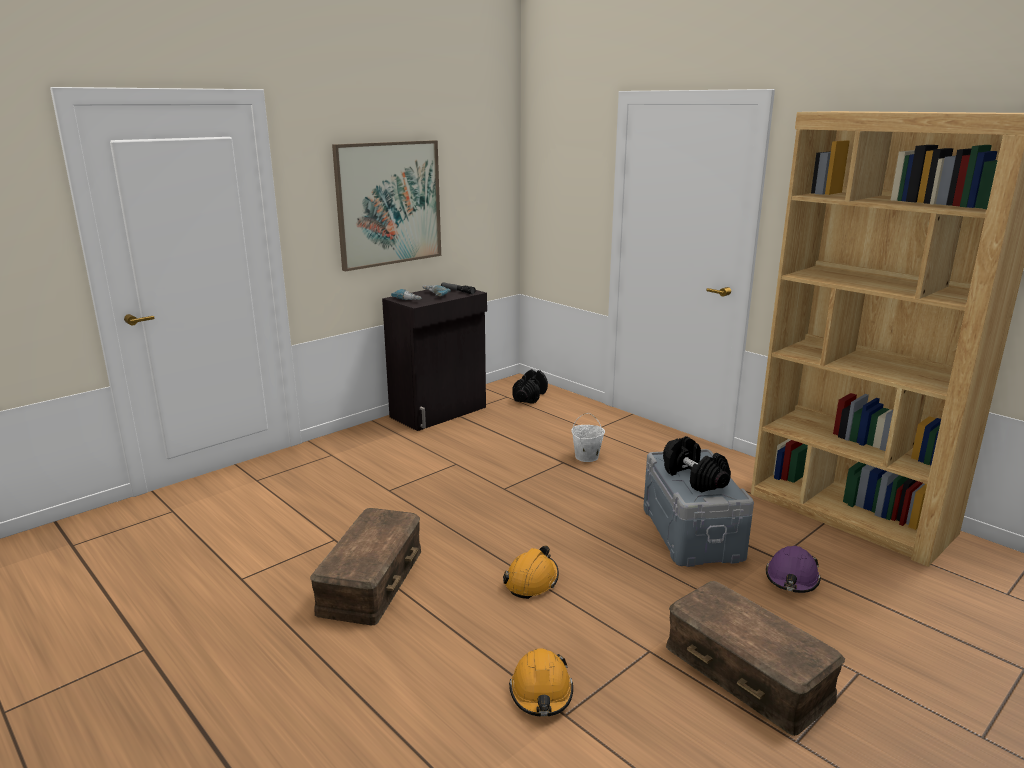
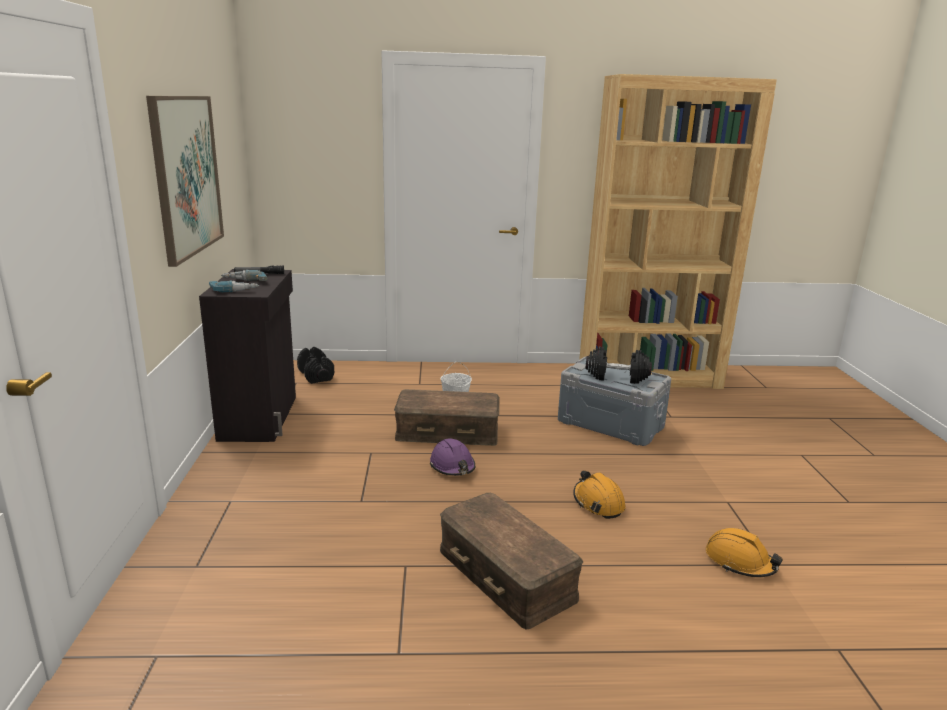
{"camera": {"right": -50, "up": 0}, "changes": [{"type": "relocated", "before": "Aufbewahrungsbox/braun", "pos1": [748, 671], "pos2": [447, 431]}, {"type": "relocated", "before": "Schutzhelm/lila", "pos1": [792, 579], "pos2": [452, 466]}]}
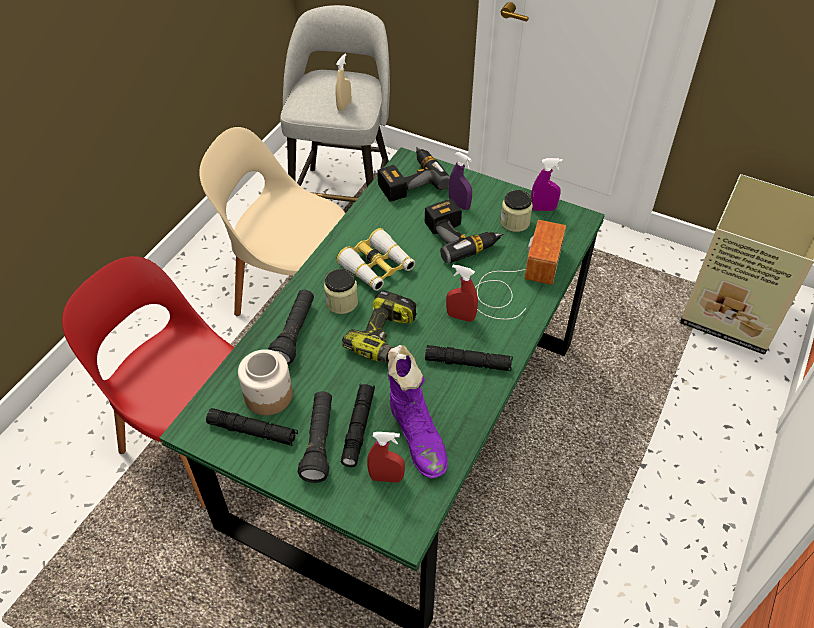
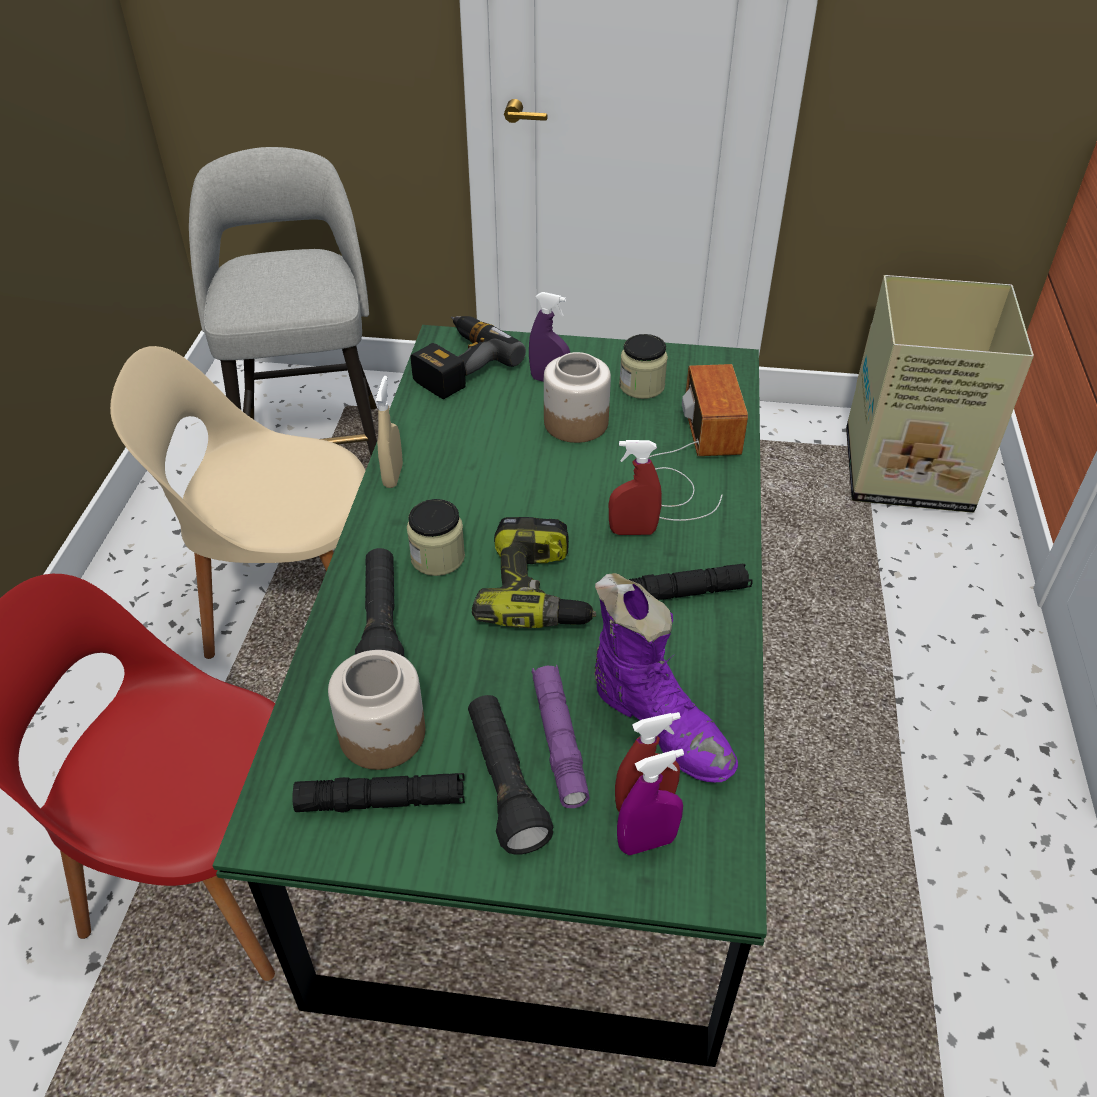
{"camera": {"right": -20, "up": -5}, "changes": [{"type": "relocated", "before": "Sprühflasche/beige", "pos1": [344, 106], "pos2": [393, 476]}, {"type": "missing", "before": "Fernglas", "pos1": [377, 267]}, {"type": "colour", "before": "Taschenlampe/schwarz", "after": "Taschenlampe/lila", "pos1": [358, 427], "pos2": [559, 740]}, {"type": "exchanged", "before": "Bohrmaschine", "after": "Vorratsglas", "pos1": [461, 237], "pos2": [575, 423]}, {"type": "relocated", "before": "Sprühflasche/lila", "pos1": [543, 209], "pos2": [647, 842]}]}
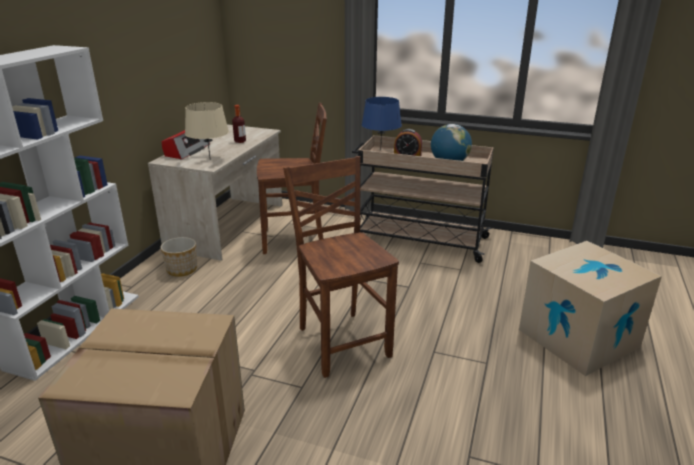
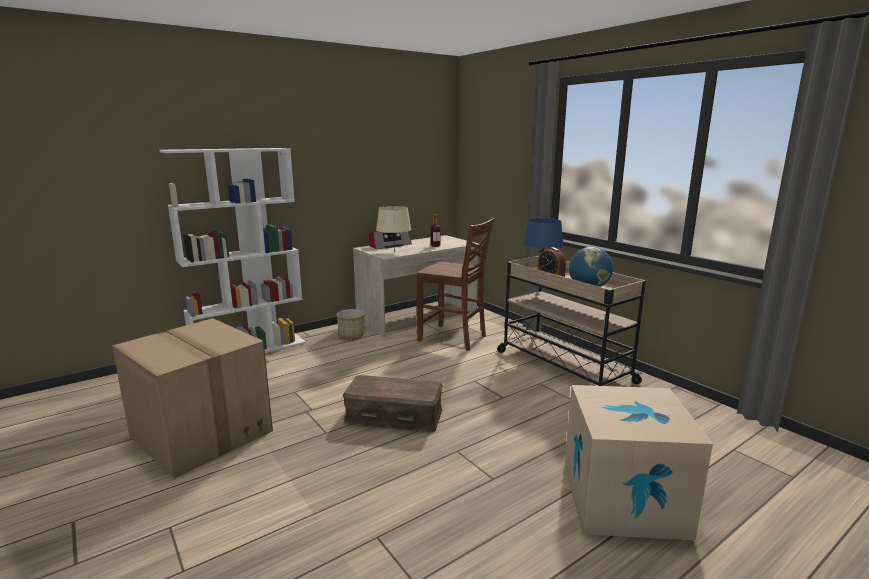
{"camera": {"right": 35, "up": -10}, "changes": [{"type": "exchanged", "before": "Stuhl/braun", "after": "Aufbewahrungsbox/braun", "pos1": [342, 341], "pos2": [394, 415]}]}
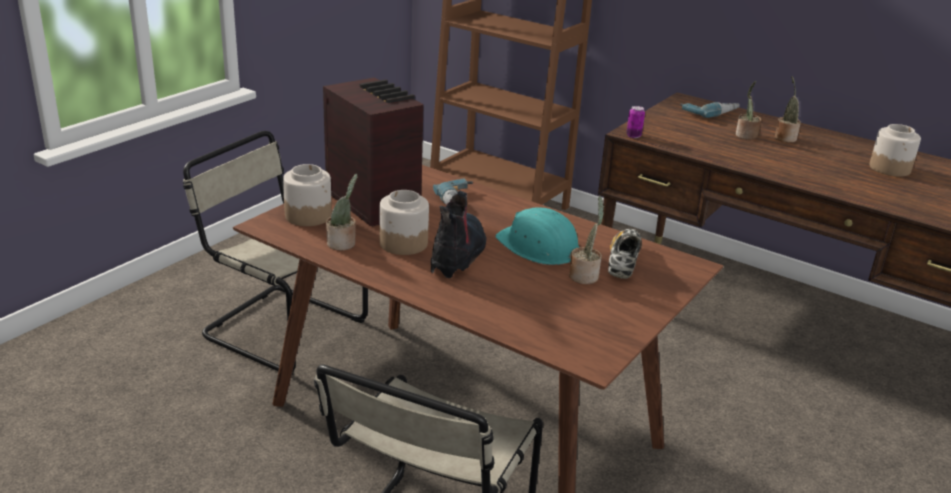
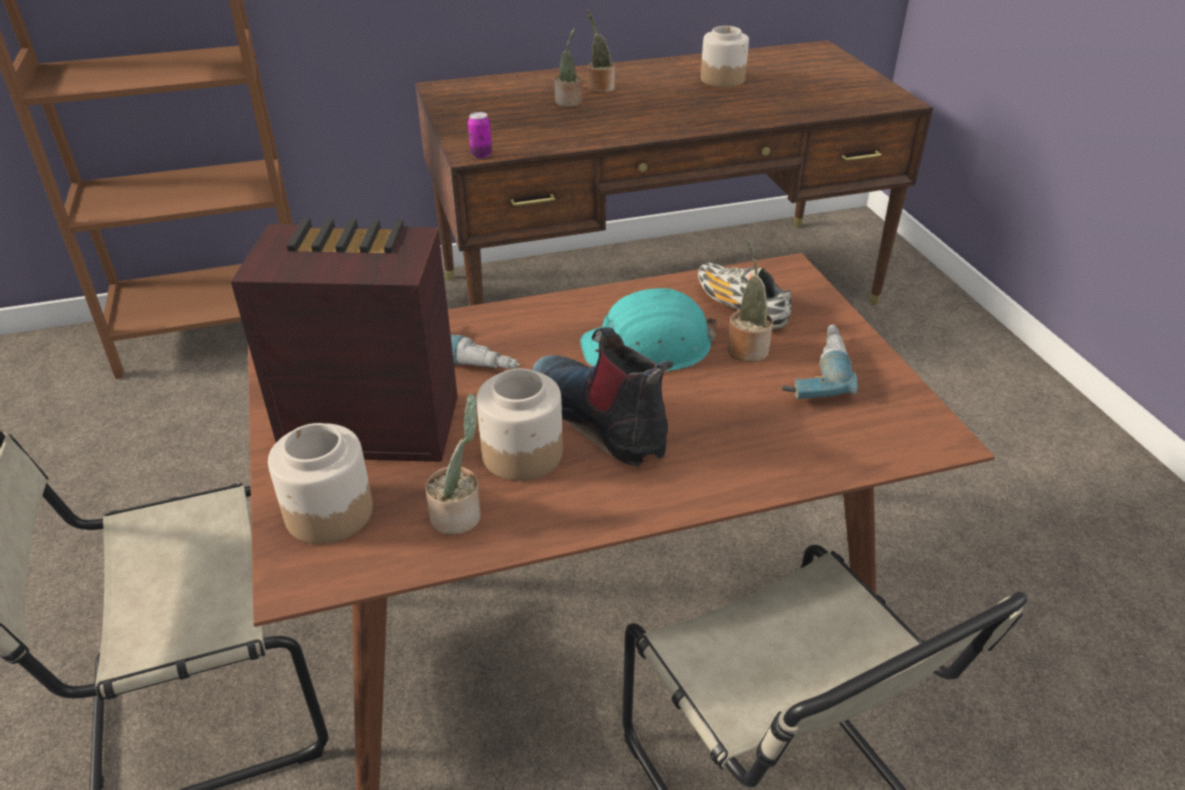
{"camera": {"right": -50, "up": 10}, "changes": [{"type": "relocated", "before": "Bohrmaschine", "pos1": [709, 112], "pos2": [812, 371]}]}
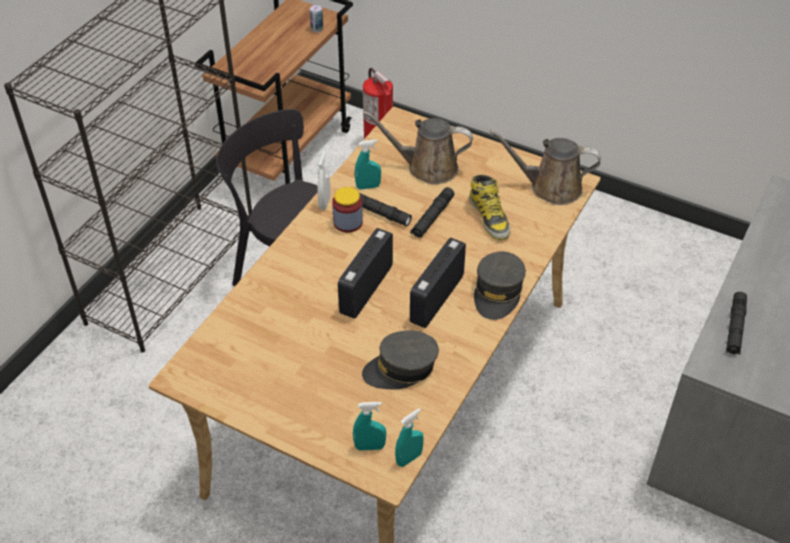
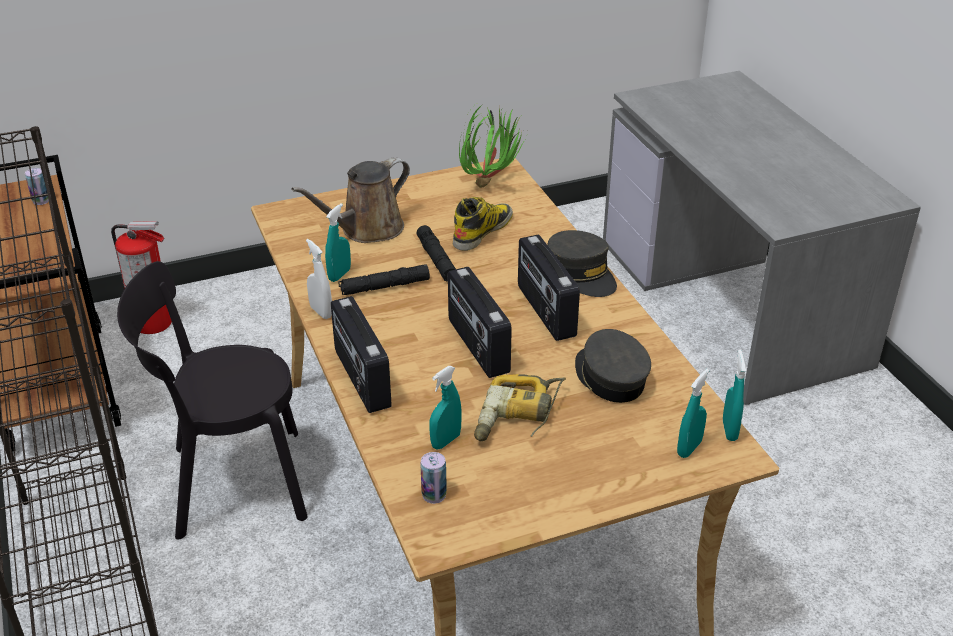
{"camera": {"right": -50, "up": -10}, "changes": [{"type": "missing", "before": "Vorratsglas", "pos1": [348, 222]}, {"type": "spun", "before": "Kappe/grau", "pos1": [401, 368], "pos2": [609, 377], "turn": 135}, {"type": "spun", "before": "Stiefel", "pos1": [489, 217], "pos2": [482, 231], "turn": -75}, {"type": "exchanged", "before": "Gießkanne/braun", "after": "Topfpflanze", "pos1": [550, 187], "pos2": [491, 183]}, {"type": "missing", "before": "Taschenlampe/schwarz", "pos1": [735, 328]}, {"type": "appeared", "after": "Radio", "pos2": [361, 379]}, {"type": "appeared", "after": "Dose", "pos2": [434, 495]}, {"type": "appeared", "after": "Sprühflasche/türkis", "pos2": [445, 441]}, {"type": "appeared", "after": "Bohrmaschine", "pos2": [518, 417]}]}
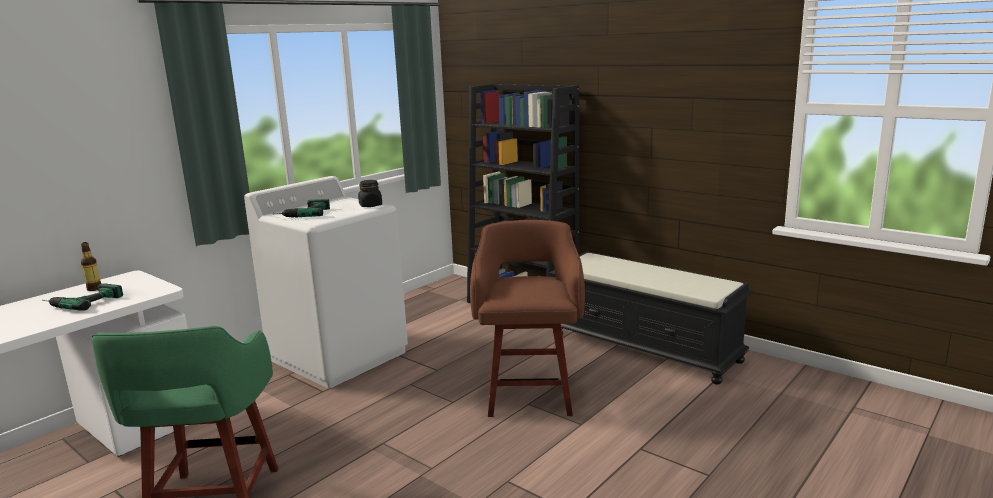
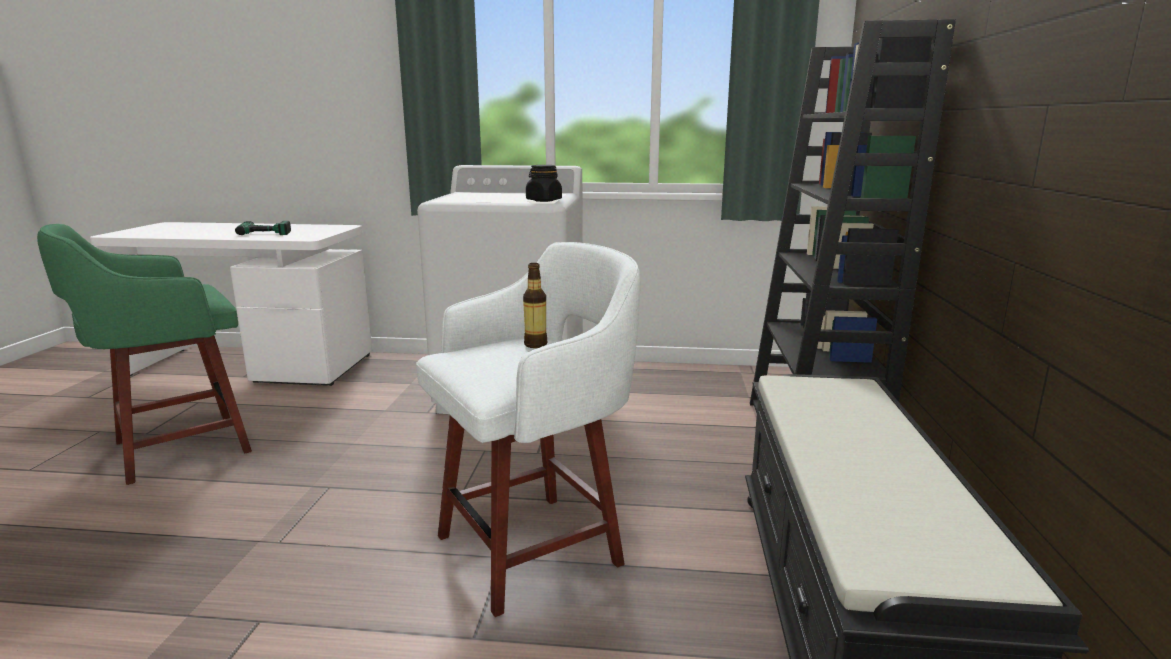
{"camera": {"right": 55, "up": 0}, "changes": [{"type": "relocated", "before": "Flasche", "pos1": [94, 289], "pos2": [535, 345]}, {"type": "missing", "before": "Bohrmaschine", "pos1": [302, 213]}, {"type": "colour", "before": "Hocker/braun", "after": "Hocker/weiß", "pos1": [529, 394], "pos2": [535, 547]}]}
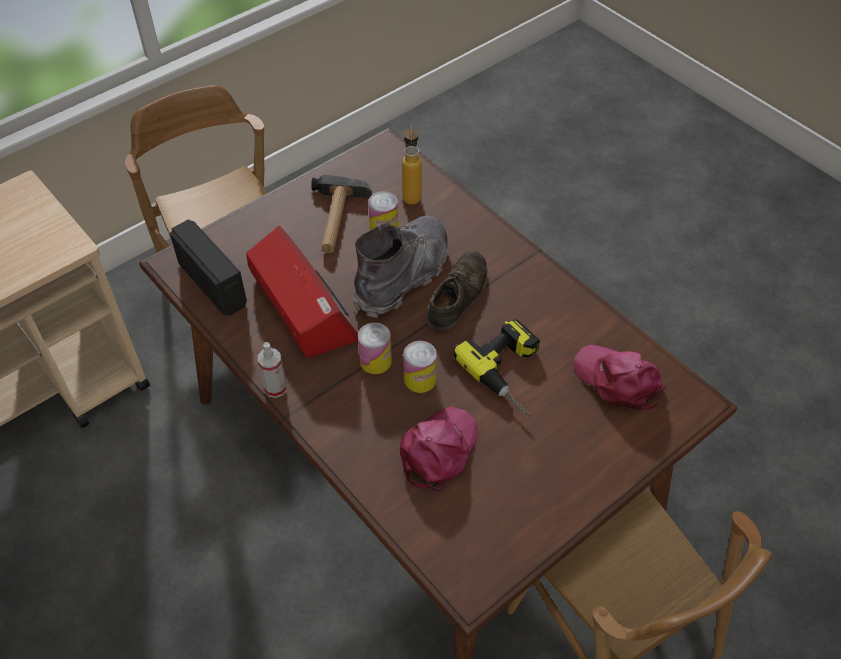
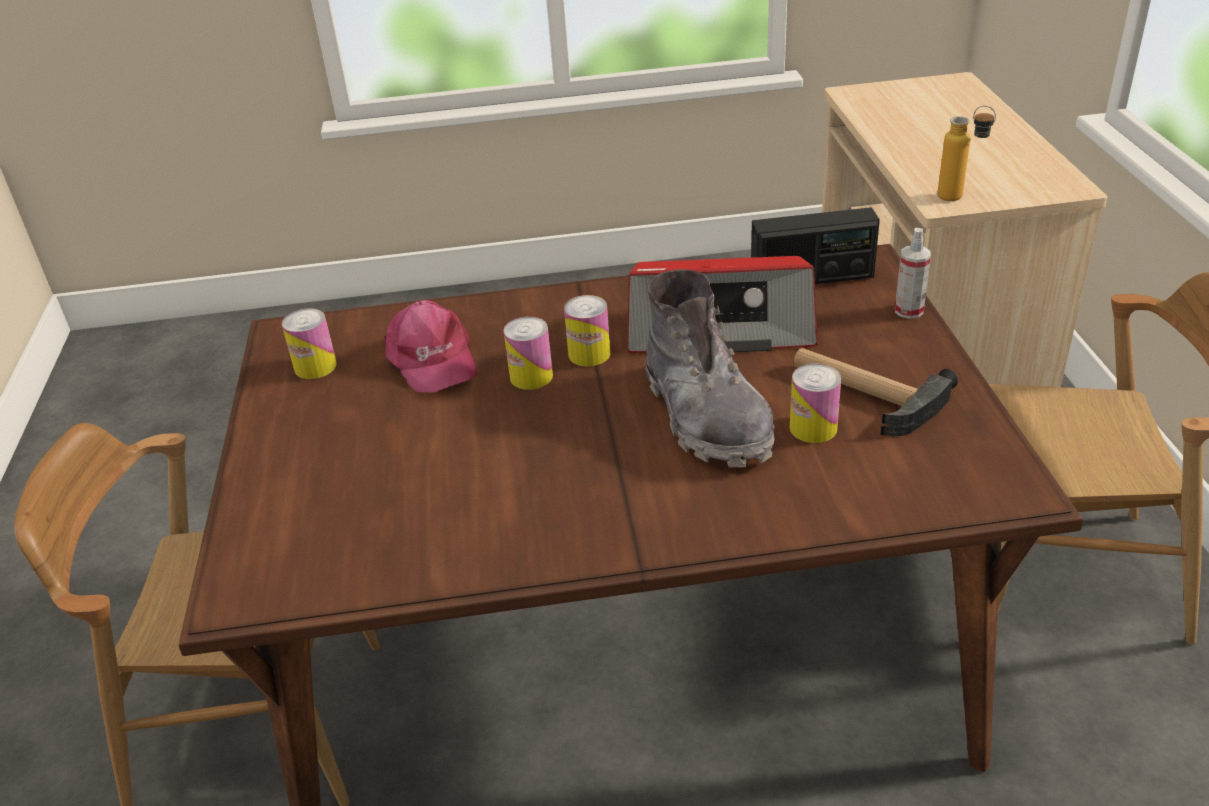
{"camera": {"right": 125, "up": -15}, "changes": [{"type": "relocated", "before": "Sprühflasche", "pos1": [275, 388], "pos2": [909, 310]}, {"type": "relocated", "before": "Flasche", "pos1": [411, 193], "pos2": [959, 198]}, {"type": "missing", "before": "Schuh/braun", "pos1": [457, 295]}, {"type": "missing", "before": "Bohrmaschine", "pos1": [513, 372]}, {"type": "missing", "before": "Kappe/rosa", "pos1": [618, 380]}, {"type": "appeared", "after": "Dose", "pos2": [315, 366]}]}
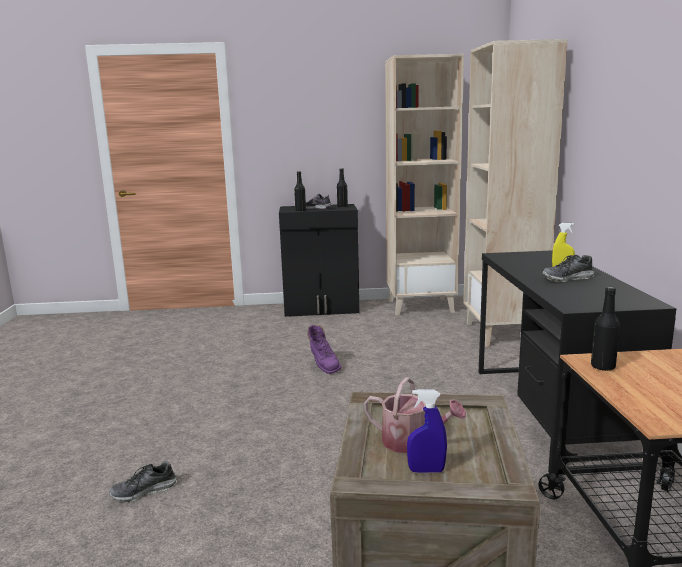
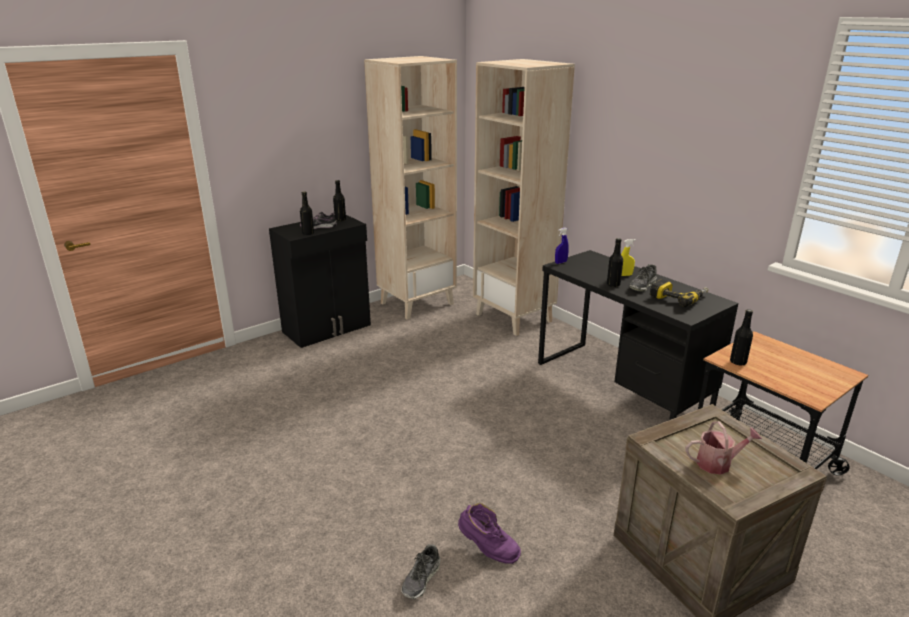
{"camera": {"right": -35, "up": 10}, "changes": [{"type": "relocated", "before": "Stiefel/lila", "pos1": [323, 366], "pos2": [487, 550]}, {"type": "relocated", "before": "Sprühflasche/blau", "pos1": [426, 470], "pos2": [561, 262]}, {"type": "appeared", "after": "Flasche/schwarz", "pos2": [613, 284]}, {"type": "appeared", "after": "Bohrmaschine", "pos2": [679, 297]}]}
